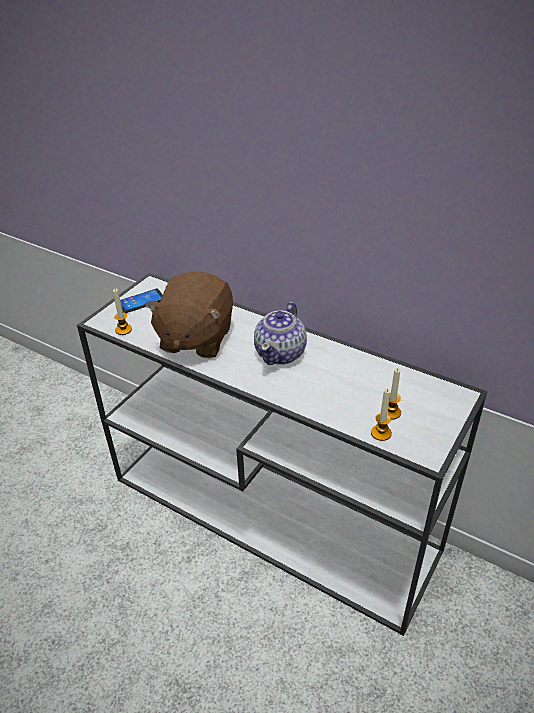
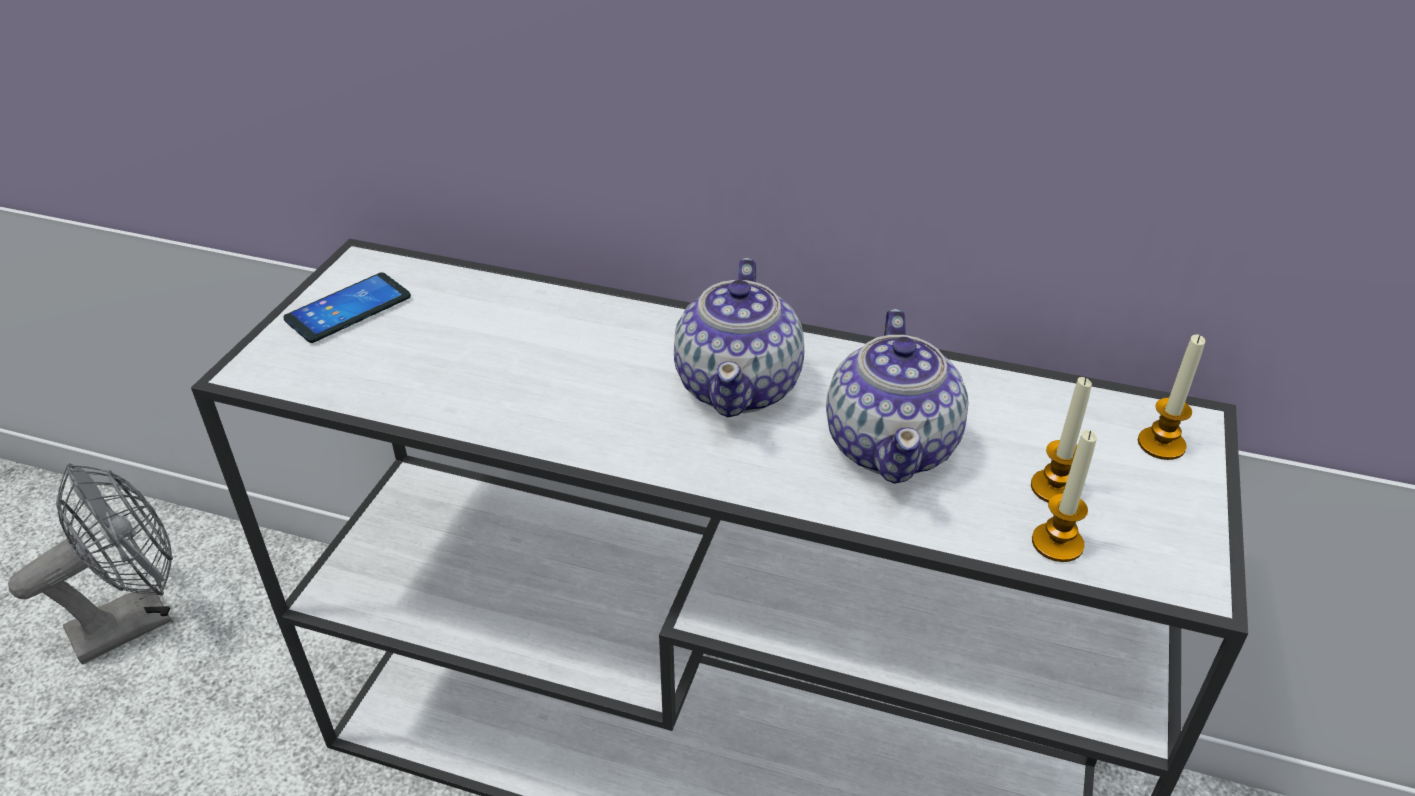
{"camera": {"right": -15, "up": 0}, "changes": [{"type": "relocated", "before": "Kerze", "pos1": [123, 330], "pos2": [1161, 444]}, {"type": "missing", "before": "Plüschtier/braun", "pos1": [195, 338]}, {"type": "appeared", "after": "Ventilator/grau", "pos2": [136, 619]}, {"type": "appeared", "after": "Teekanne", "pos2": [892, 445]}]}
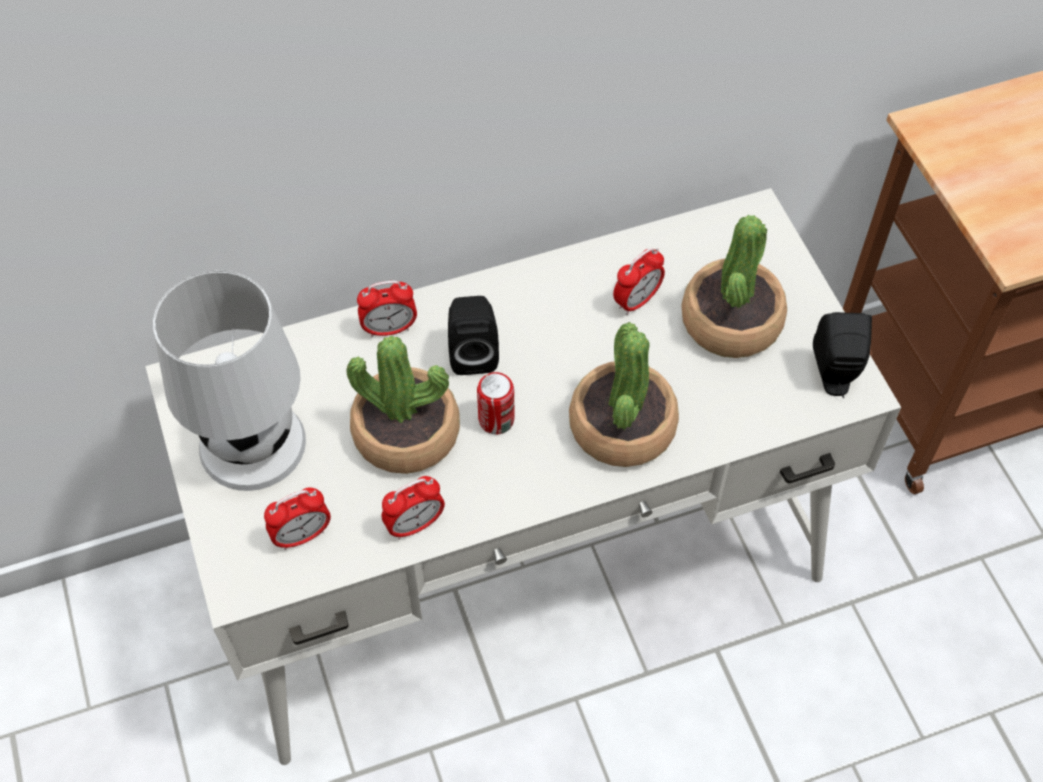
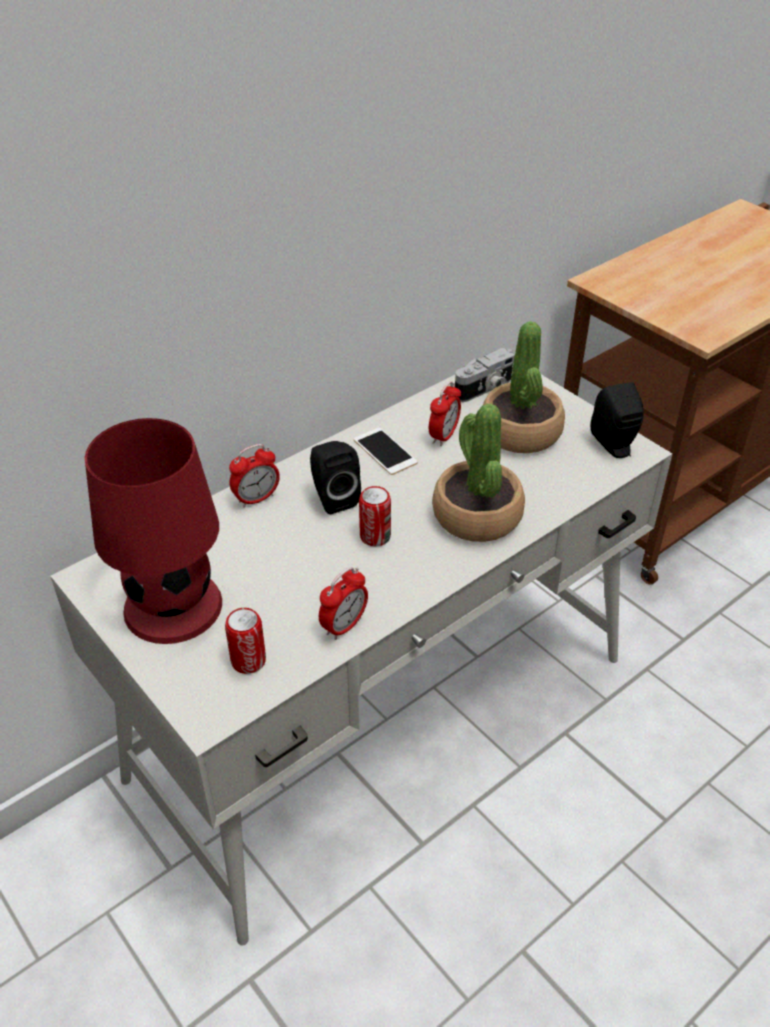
{"camera": {"right": -20, "up": -15}, "changes": [{"type": "colour", "before": "Tischlampe/weiß", "after": "Tischlampe/rot", "pos1": [251, 442], "pos2": [172, 605]}, {"type": "exchanged", "before": "Wecker", "after": "Dose", "pos1": [302, 536], "pos2": [248, 661]}, {"type": "missing", "before": "Topfpflanze", "pos1": [406, 432]}, {"type": "appeared", "after": "Handy", "pos2": [385, 451]}, {"type": "appeared", "after": "Kamera", "pos2": [485, 389]}]}
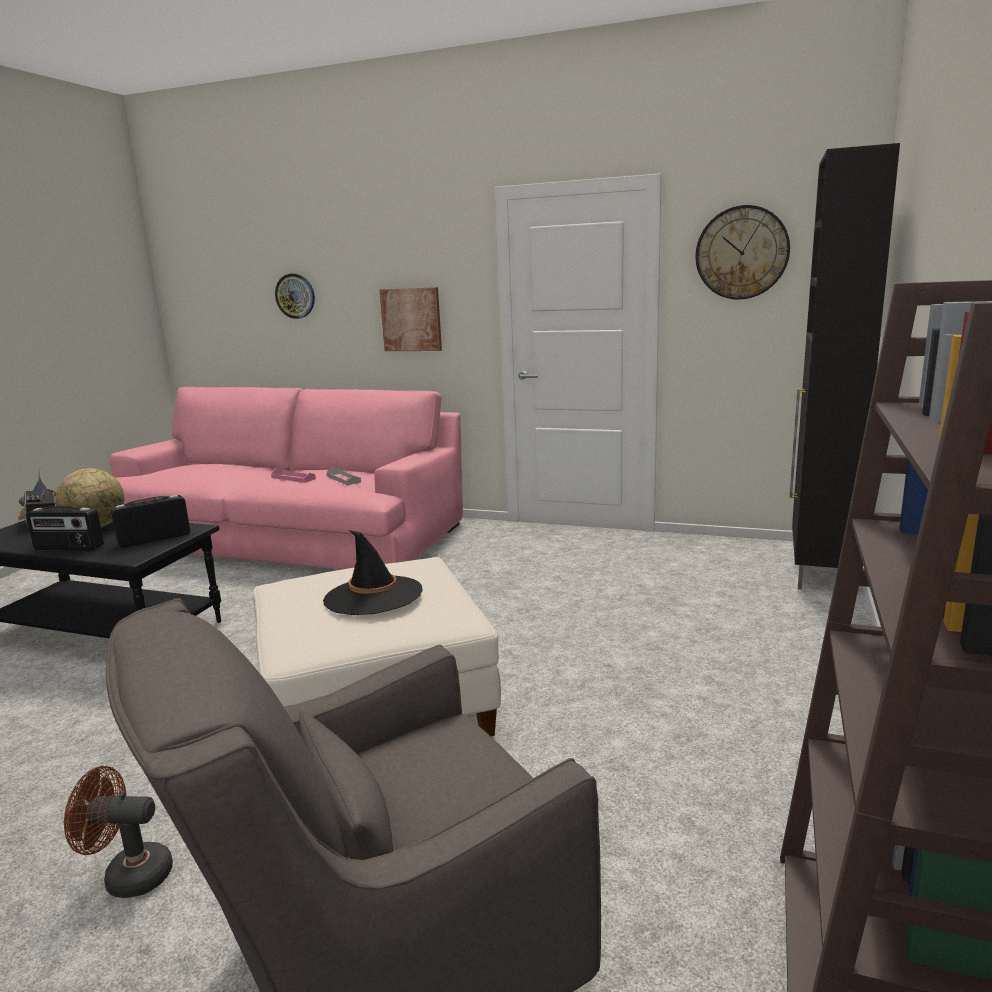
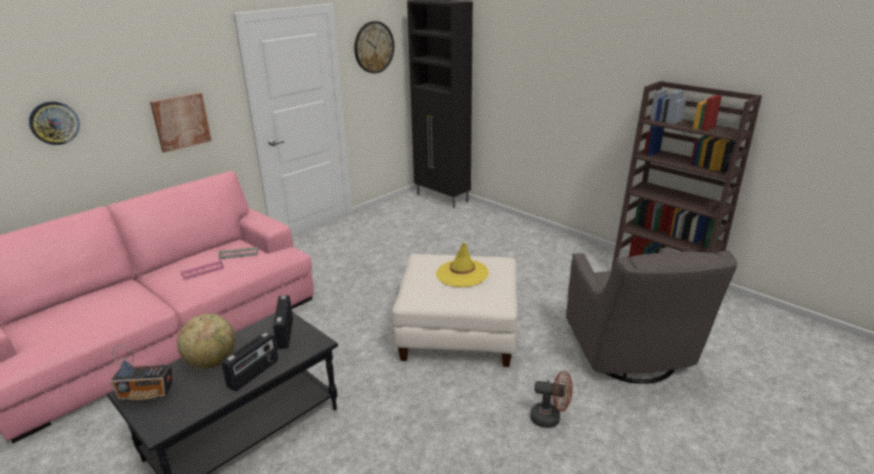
{"camera": {"right": -65, "up": 10}, "changes": [{"type": "spun", "before": "Ventilator/braun", "pos1": [128, 875], "pos2": [550, 418], "turn": -105}, {"type": "colour", "before": "Hut/schwarz", "after": "Hut/gelb", "pos1": [373, 596], "pos2": [462, 273]}]}
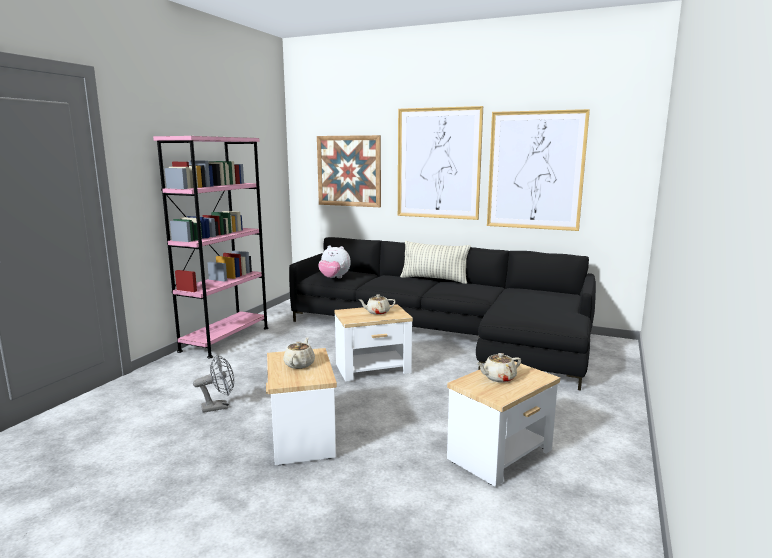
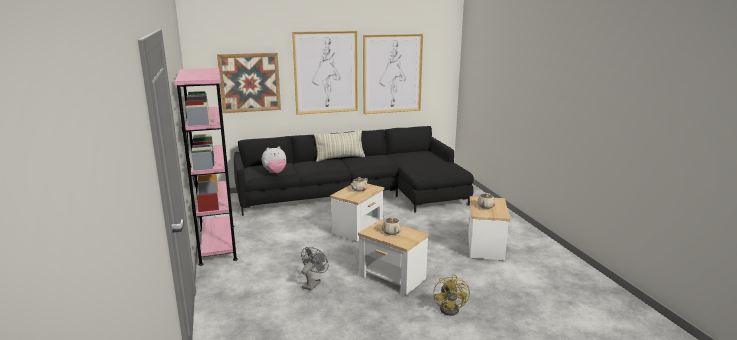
{"camera": {"right": -40, "up": 5}, "changes": [{"type": "appeared", "after": "Ventilator/gelb", "pos2": [452, 308]}]}
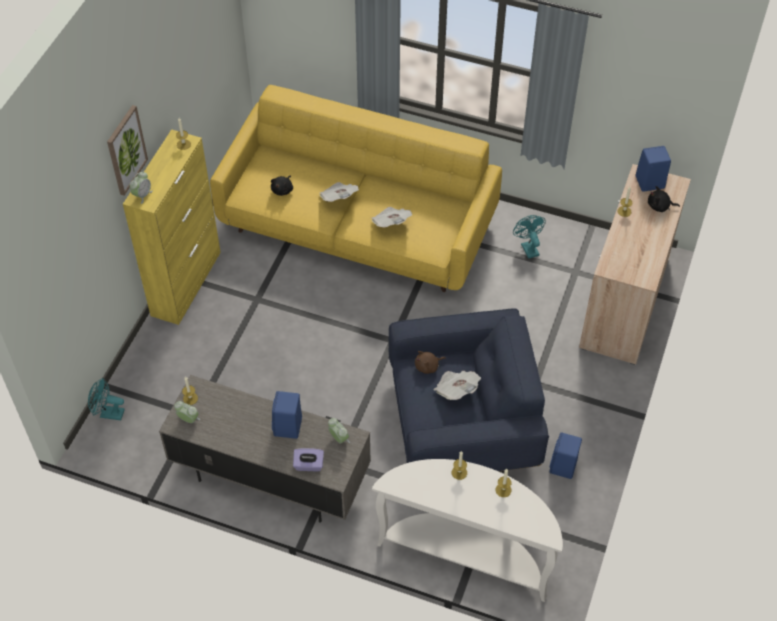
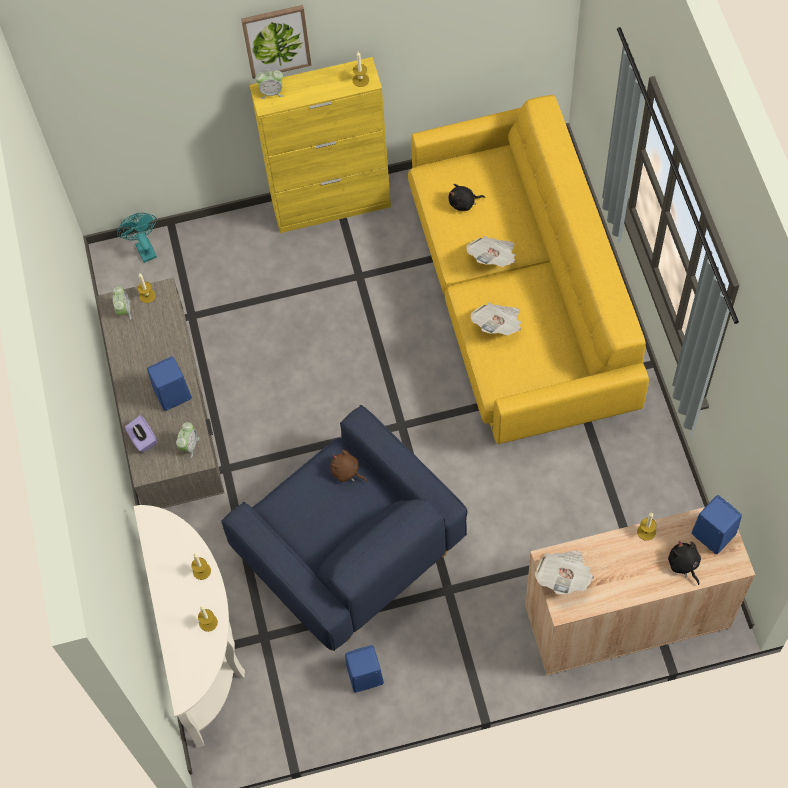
{"camera": {"right": 60, "up": 10}, "changes": [{"type": "relocated", "before": "Zeitung", "pos1": [456, 390], "pos2": [564, 576]}, {"type": "missing", "before": "Ventilator/türkis", "pos1": [528, 247]}]}
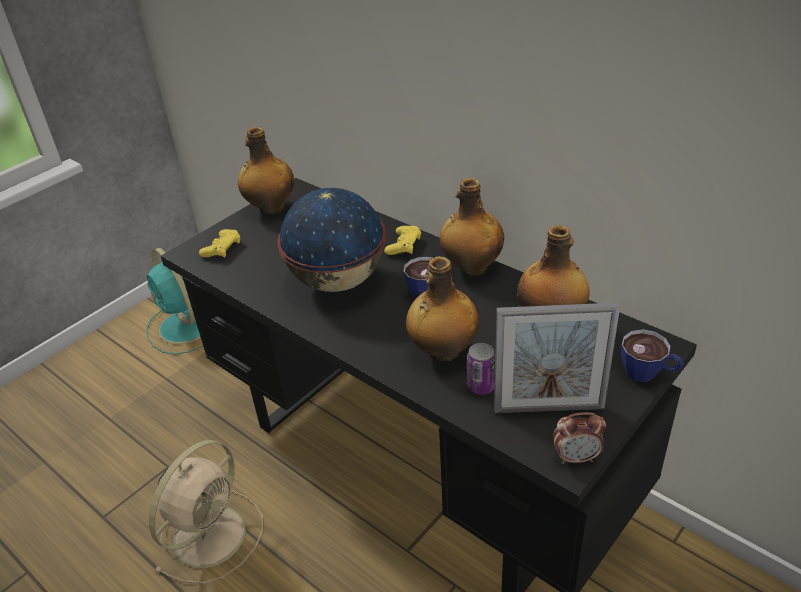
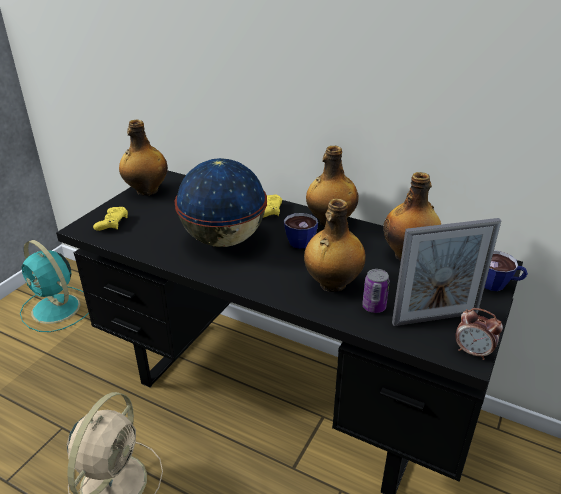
{"camera": {"right": -15, "up": -5}, "changes": [{"type": "spun", "before": "Wecker", "pos1": [576, 457], "pos2": [473, 352], "turn": 45}]}
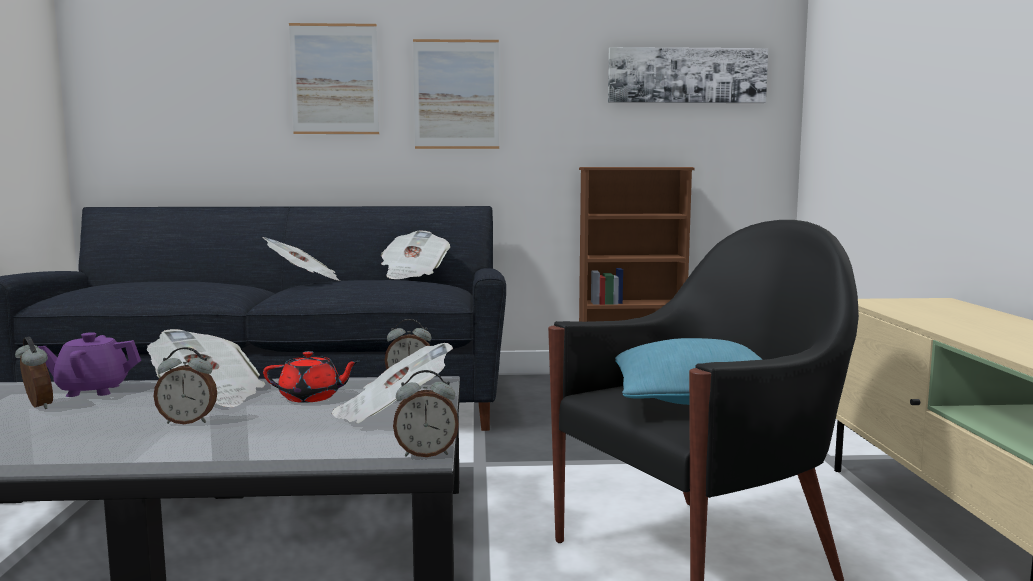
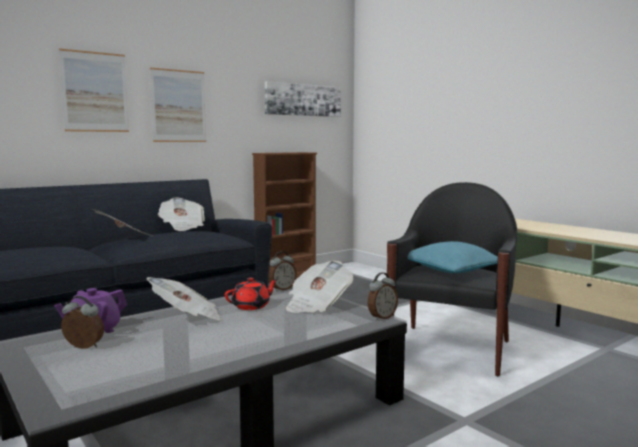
{"camera": {"right": -35, "up": 0}, "changes": [{"type": "missing", "before": "Wecker", "pos1": [188, 421]}]}
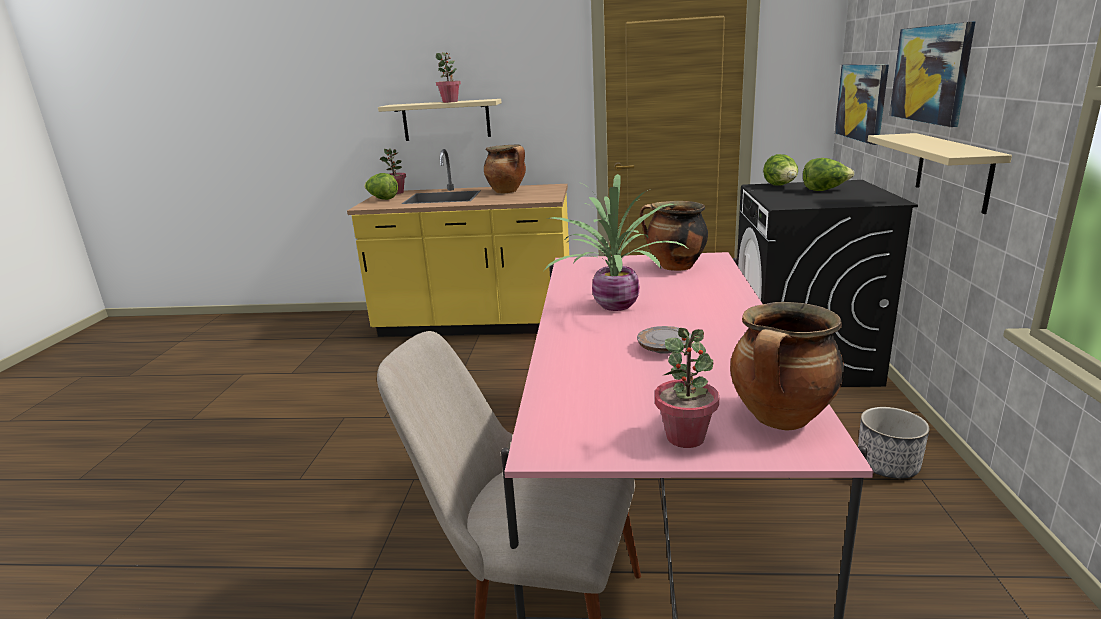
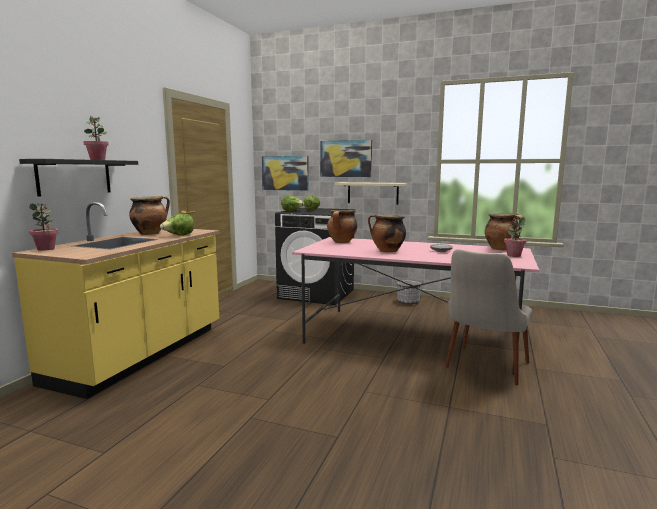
{"camera": {"right": -75, "up": -10}, "changes": [{"type": "relocated", "before": "Salatkopf", "pos1": [382, 199], "pos2": [179, 235]}, {"type": "colour", "before": "Wandregal/beige", "after": "Wandregal/schwarz", "pos1": [446, 120], "pos2": [74, 177]}, {"type": "exchanged", "before": "Topfpflanze", "after": "Kochtopf", "pos1": [613, 306], "pos2": [387, 251]}]}
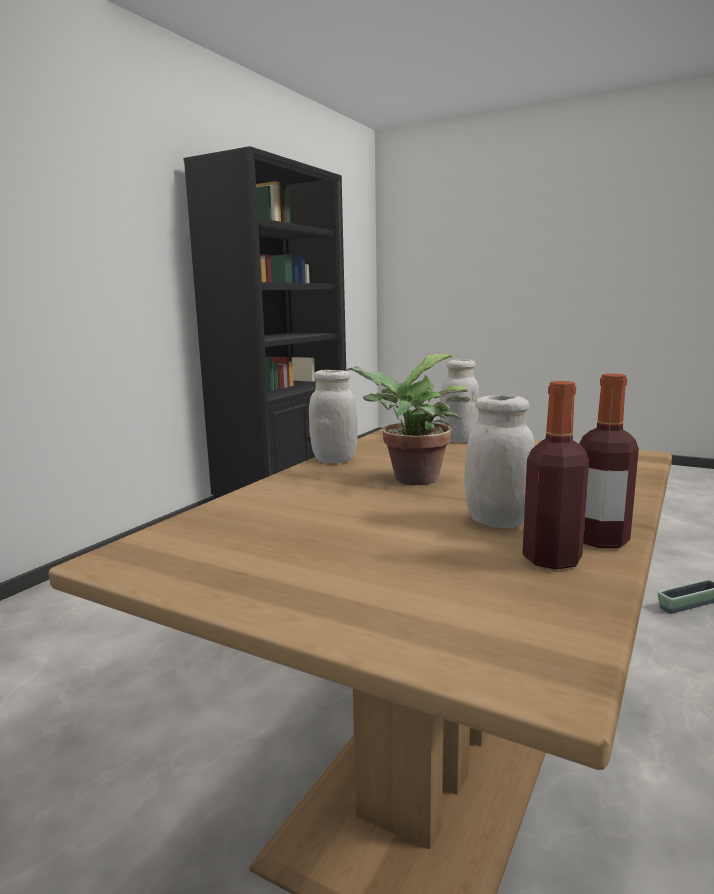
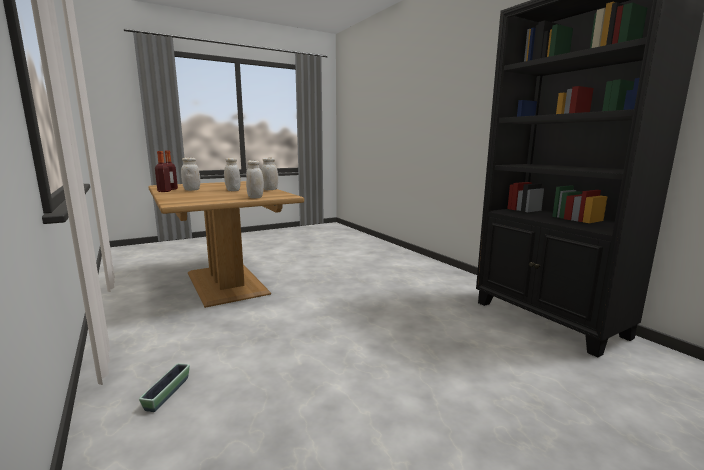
{"camera": {"right": 120, "up": 0}, "changes": [{"type": "exchanged", "before": "Topfpflanze", "after": "Vorratsglas/weiß", "pos1": [410, 480], "pos2": [233, 190]}]}
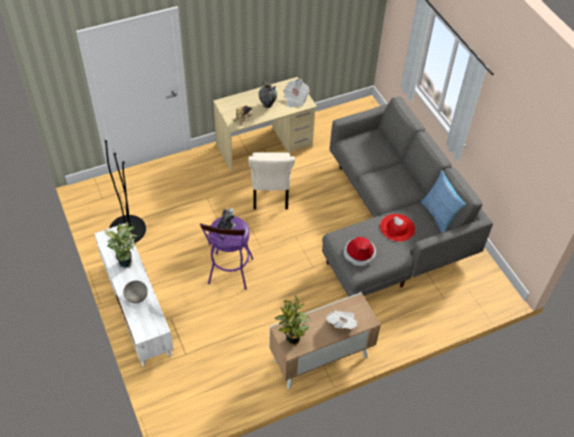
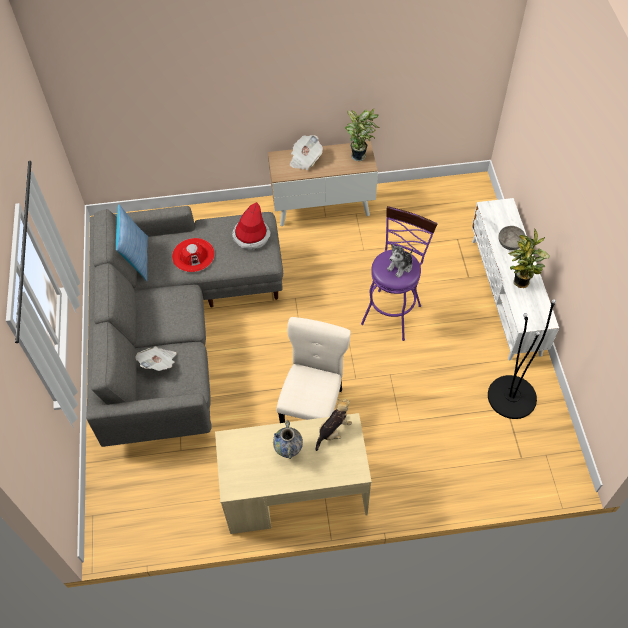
{"camera": {"right": -160, "up": 5}, "changes": [{"type": "relocated", "before": "Zeitung", "pos1": [295, 99], "pos2": [159, 363]}]}
